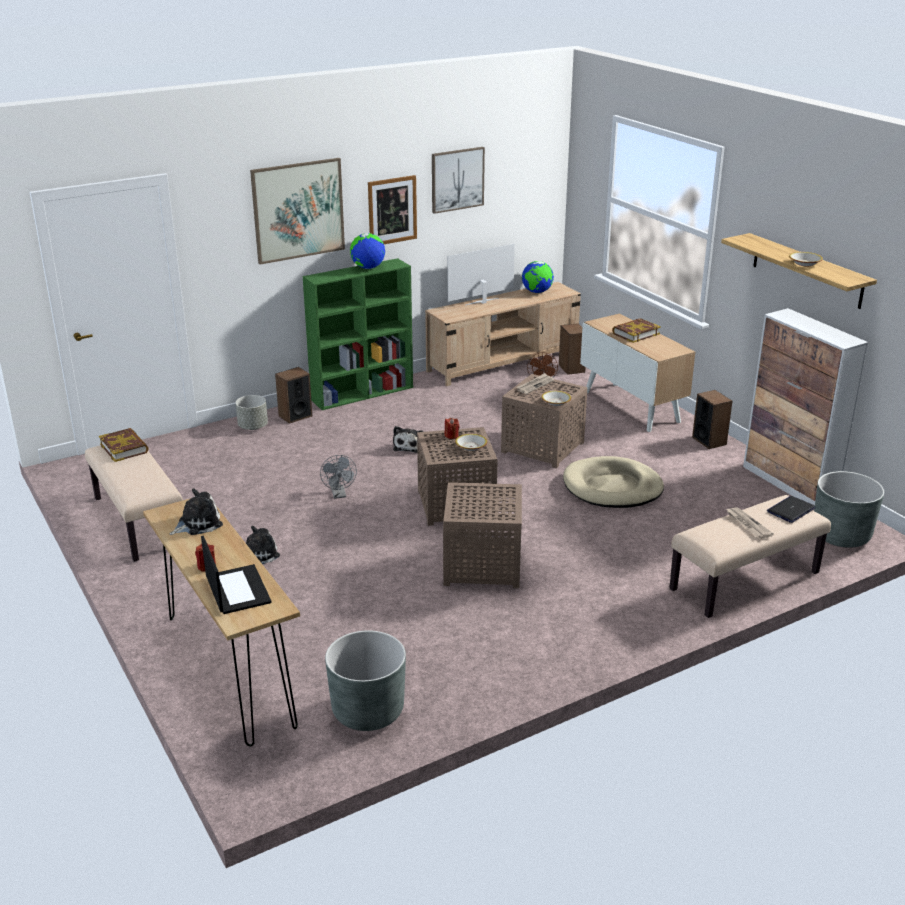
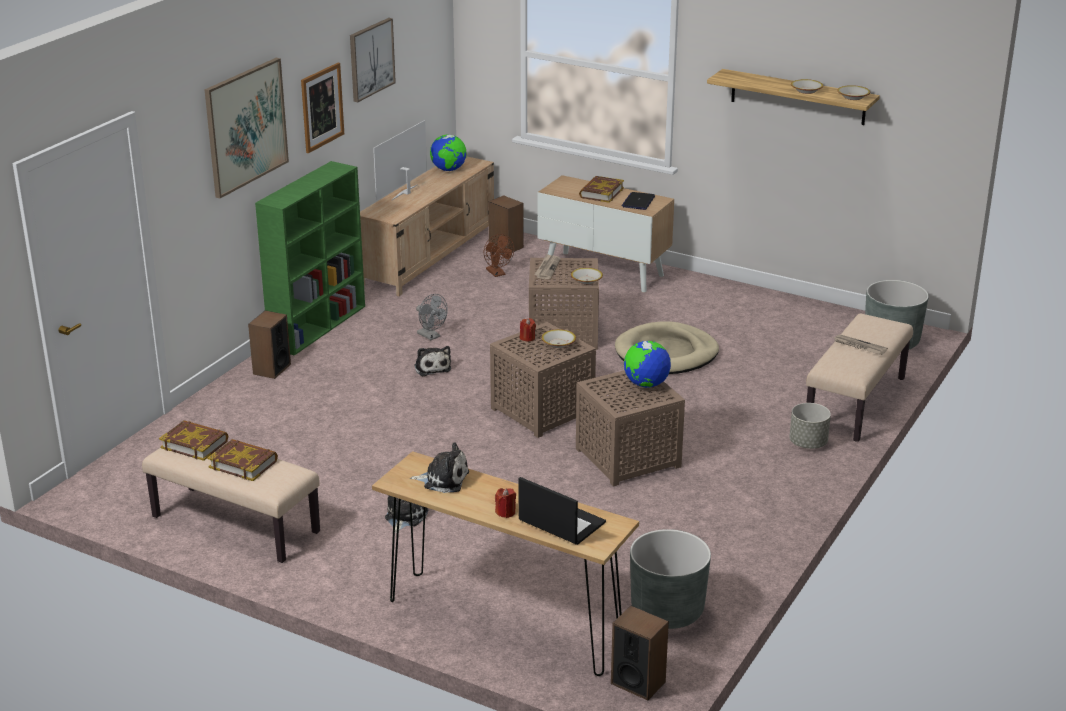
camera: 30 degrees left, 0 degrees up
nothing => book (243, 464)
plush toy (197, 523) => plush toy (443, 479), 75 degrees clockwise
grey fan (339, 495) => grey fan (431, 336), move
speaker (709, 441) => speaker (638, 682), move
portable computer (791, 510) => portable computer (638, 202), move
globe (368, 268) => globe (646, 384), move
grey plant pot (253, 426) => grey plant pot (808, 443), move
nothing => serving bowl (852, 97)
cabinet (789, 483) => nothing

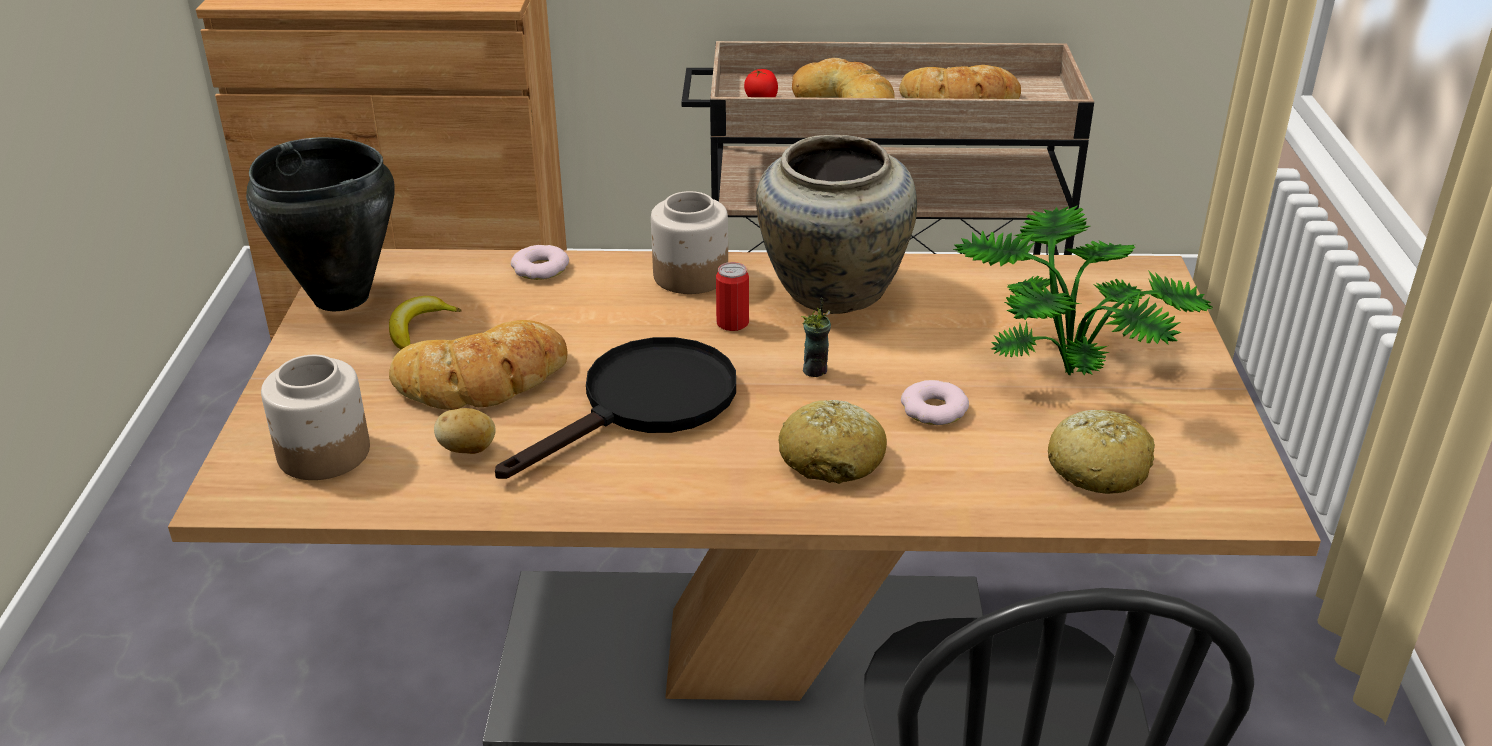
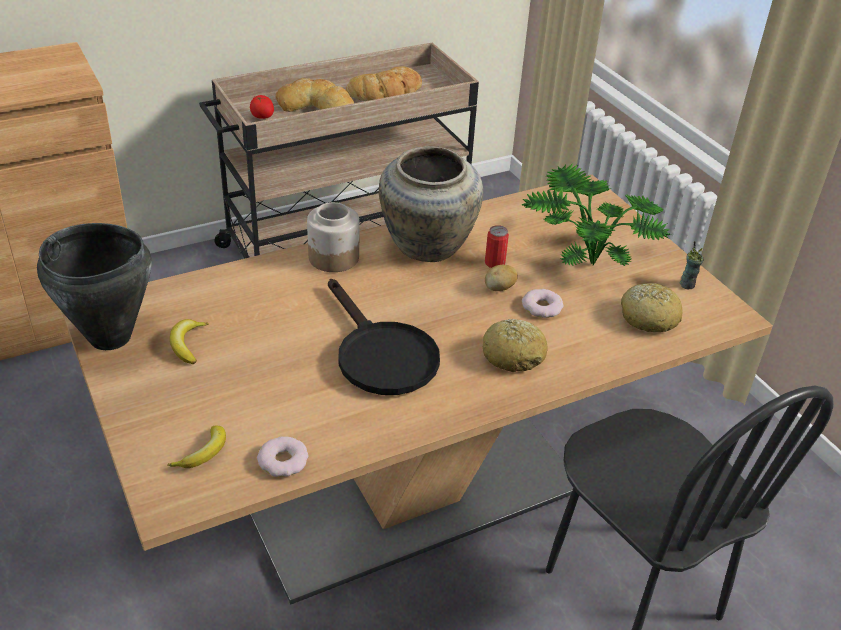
camera: 30 degrees left, 5 degrees up
storage jar (323, 453) => banana fruit (204, 453)
donut (540, 269) => donut (283, 461), move
black pan (644, 405) => black pan (380, 354), 135 degrees clockwise
can (732, 323) => can (494, 263), move
whole potato (468, 450) => whole potato (499, 288), move
small cup (815, 370) => small cup (687, 284), move
bakery bread (483, 380) => nothing

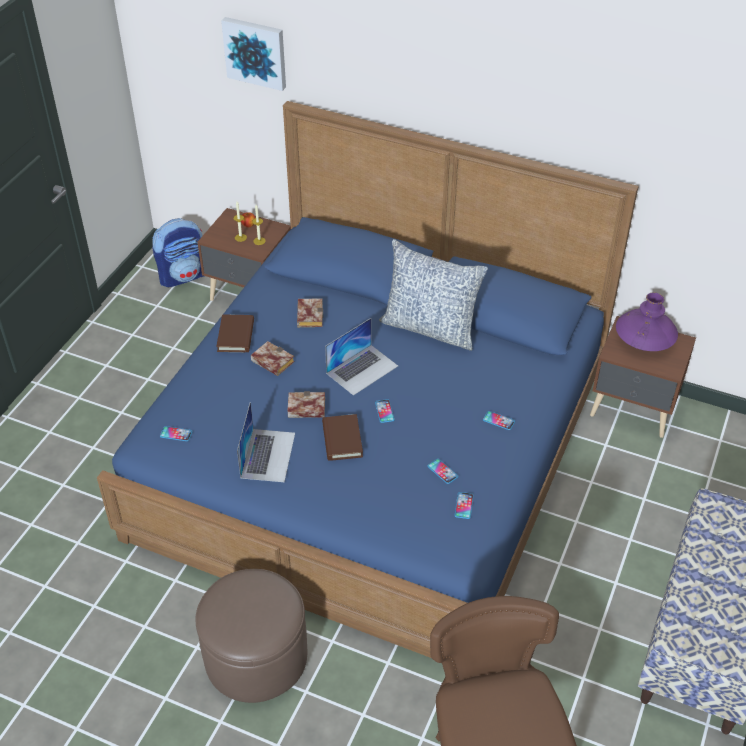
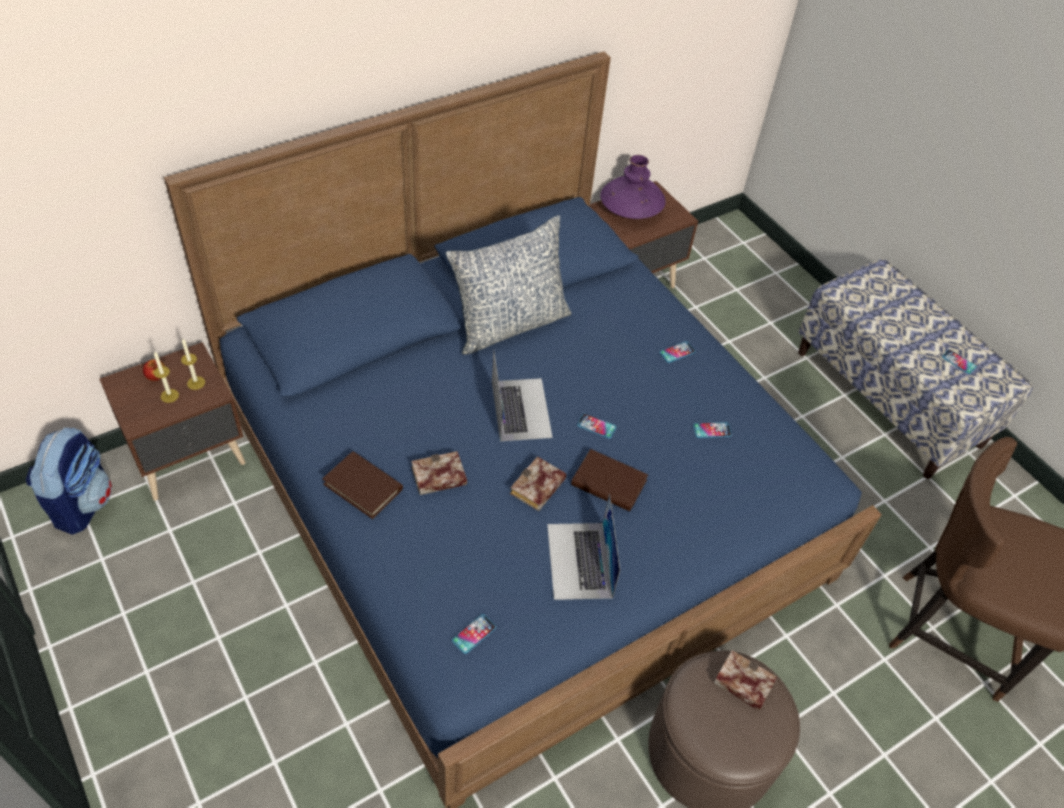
camera: 60 degrees left, 5 degrees up
portable computer (268, 455) => portable computer (579, 560), 135 degrees counterclockwise
book (309, 315) => book (740, 683), move
handset (464, 505) => handset (958, 362), move
picture (255, 52) => nothing

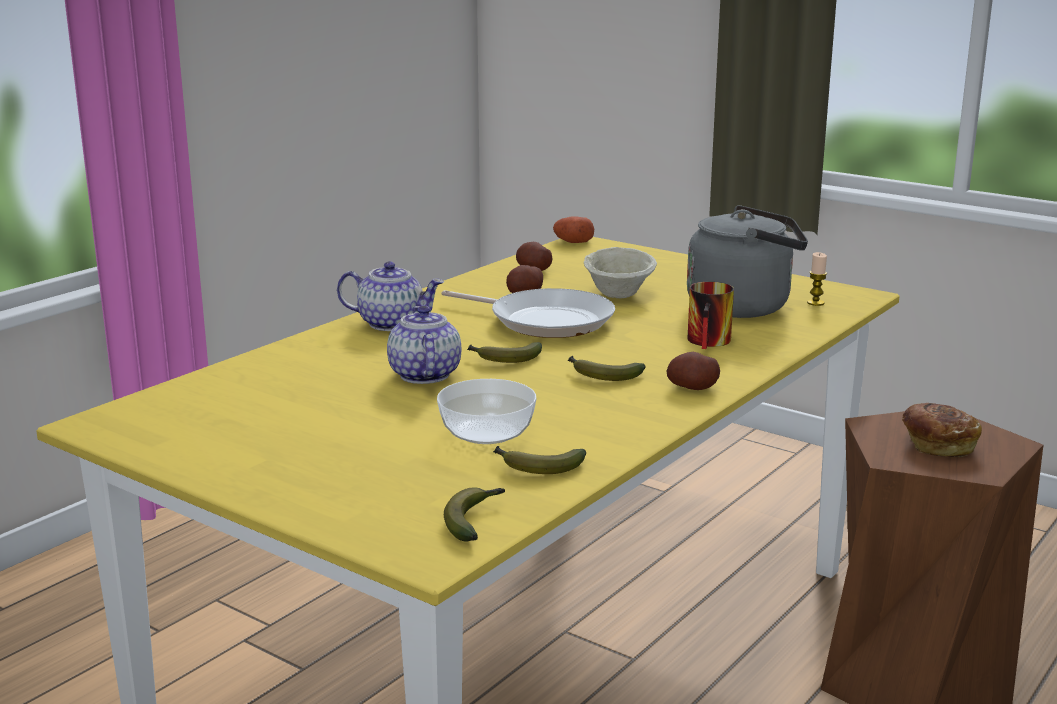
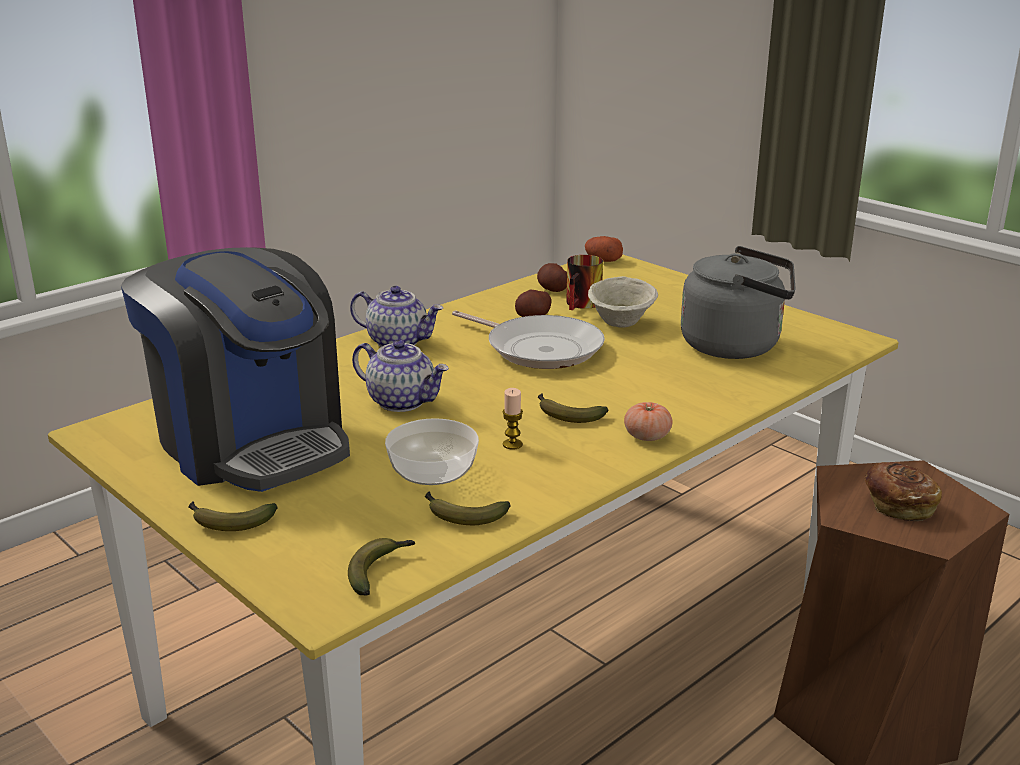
camera: 10 degrees right, 5 degrees up
nothing => coffee maker (251, 442)
banana fruit (504, 359) => banana fruit (228, 522), move
teapot (423, 375) => teapot (402, 401), 120 degrees clockwise
candle (815, 303) => candle (512, 444), move
tea mug (712, 342) => tea mug (584, 304), move
whole potato (692, 388) => whole tomato (647, 436)

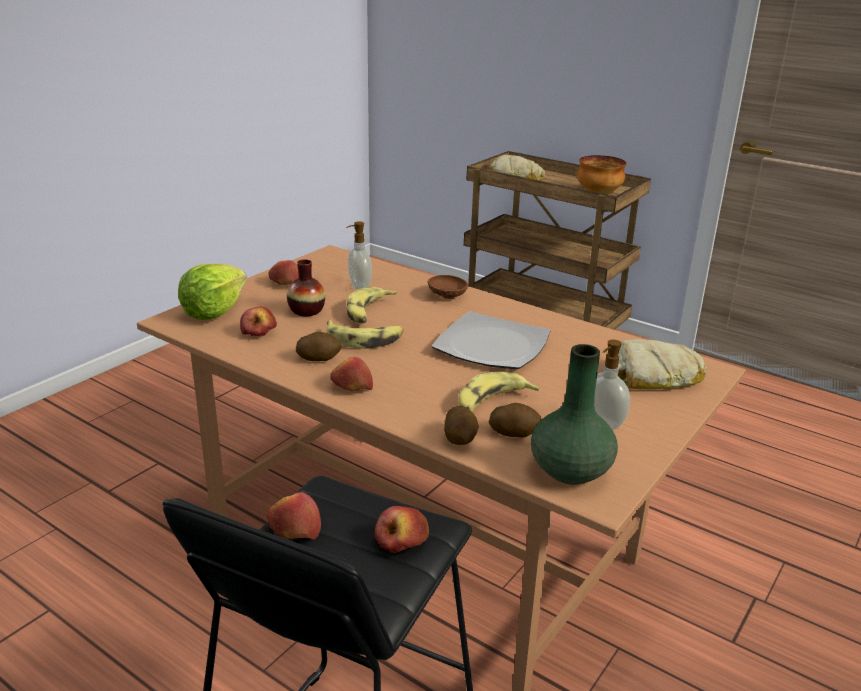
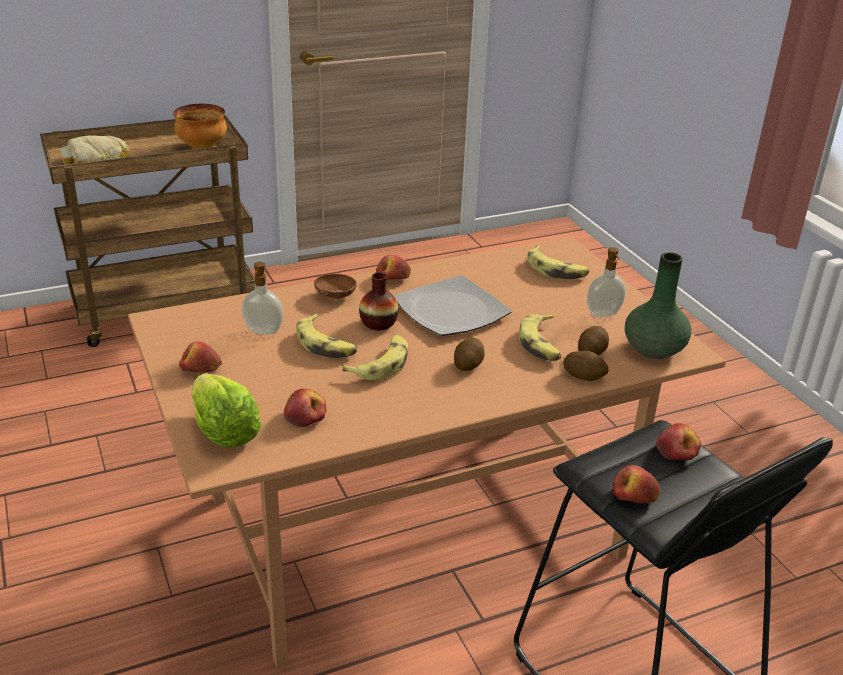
camera: 60 degrees left, 5 degrees up
vase (306, 311) => vase (378, 323), move
apple (351, 386) => apple (393, 278), move
whole potato (319, 358) => whole potato (468, 364), move
bakery bread (653, 376) => banana fruit (556, 270)

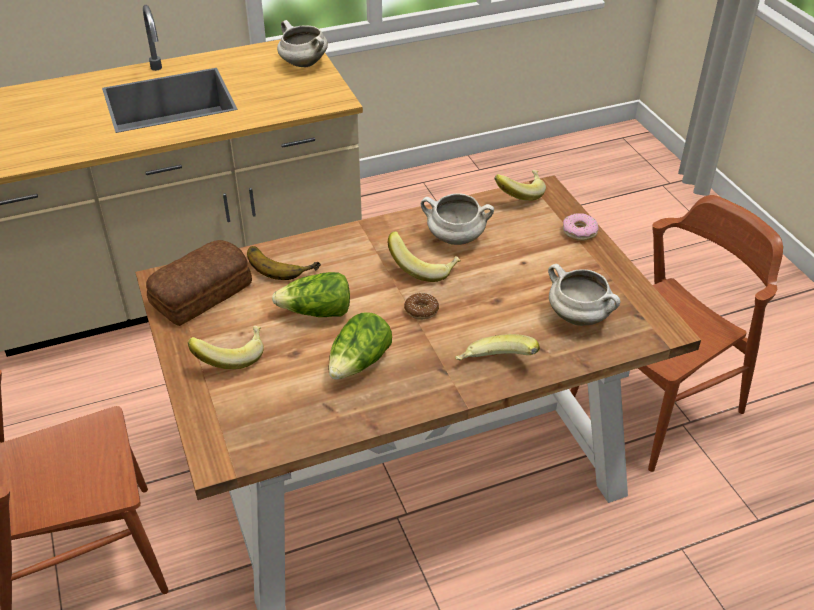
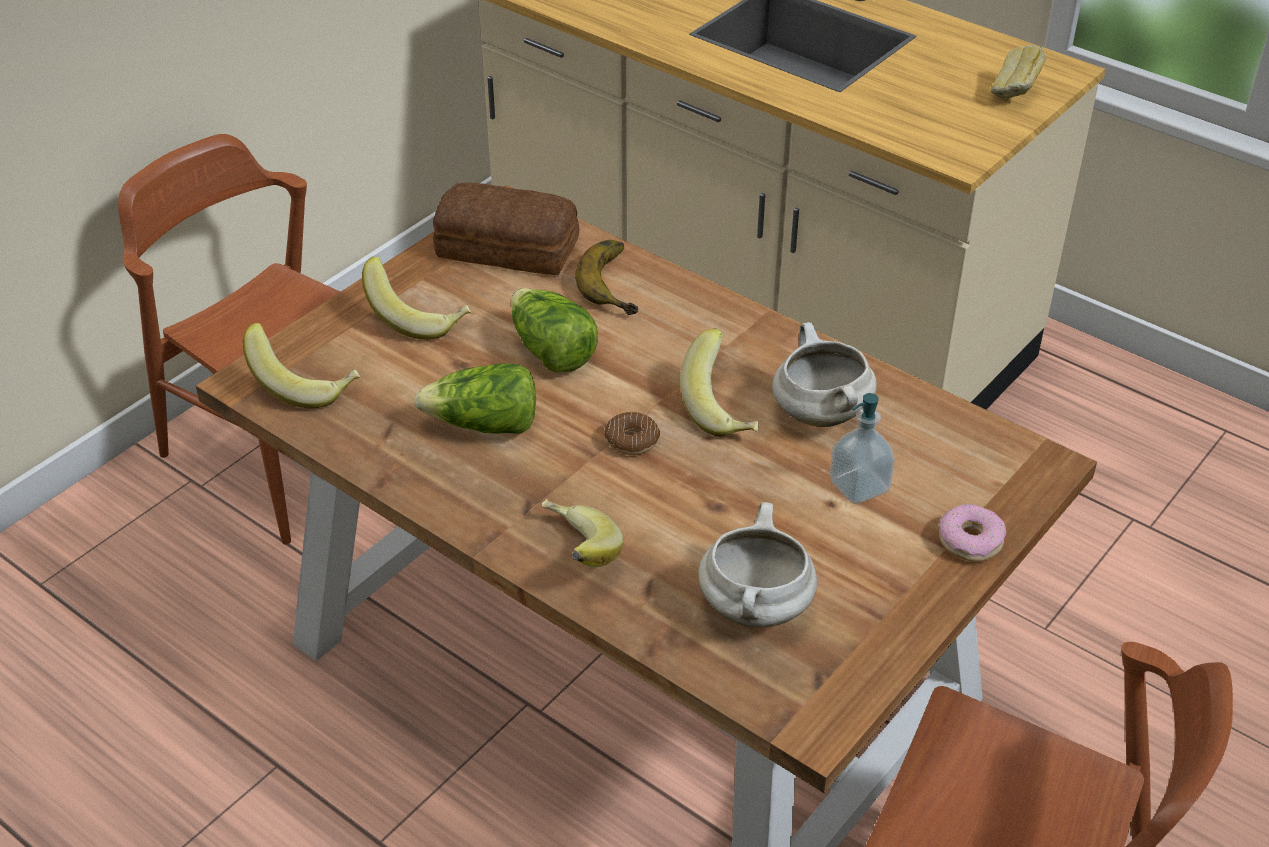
camera: 60 degrees right, 0 degrees up
banana fruit (519, 194) => banana fruit (305, 385), move
nothing => liquid soap bottle (859, 486)
white-coloured stockpot (302, 64) => bakery bread (1014, 93)

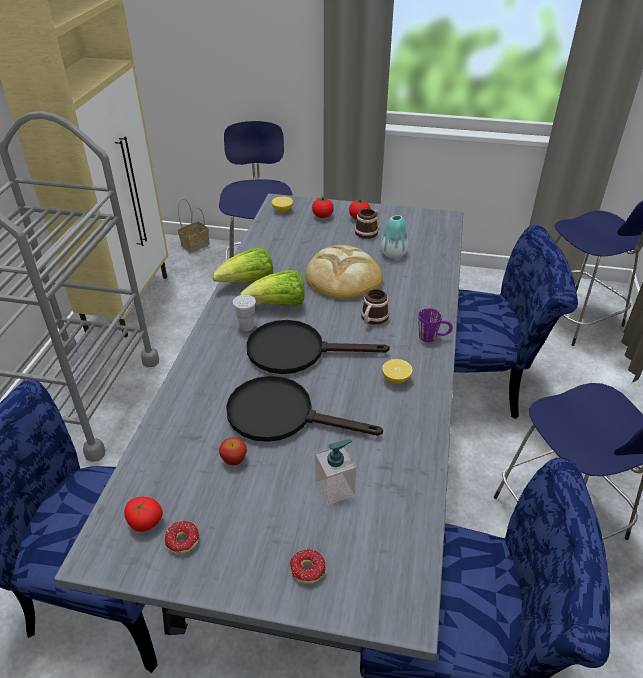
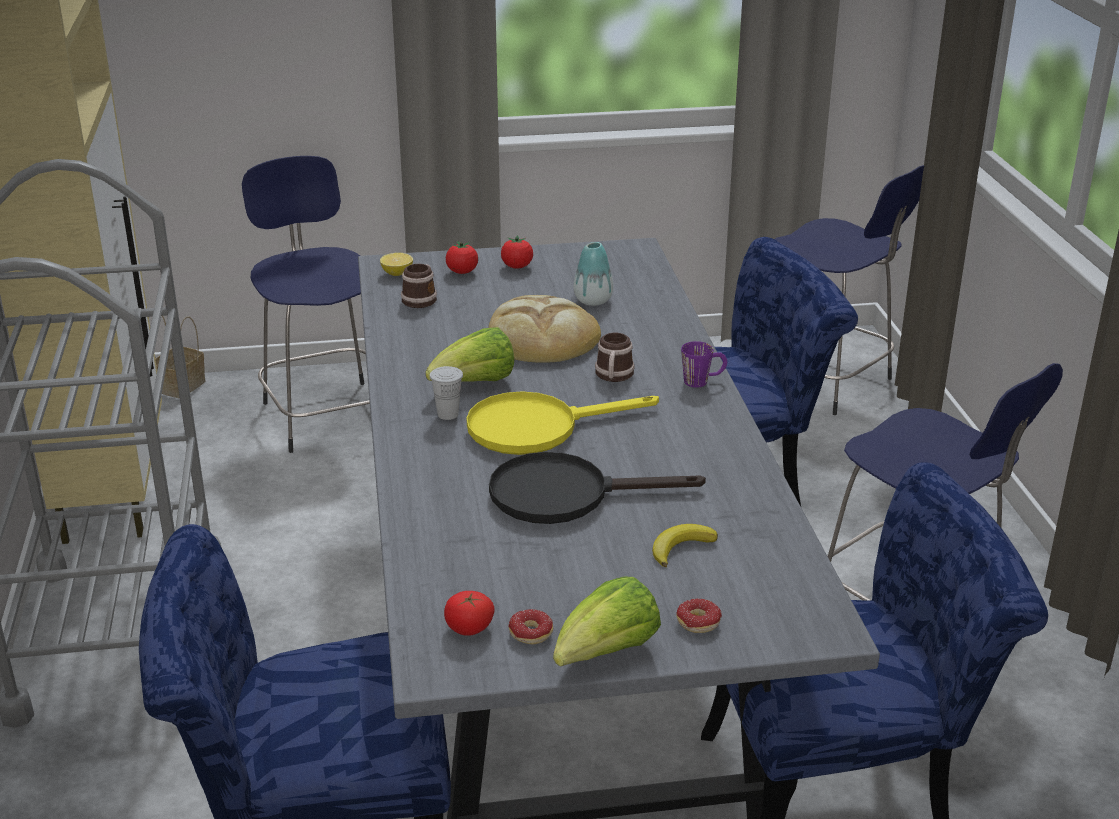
camera: 20 degrees left, 10 degrees down
tea mug (368, 231) => tea mug (421, 298), move
black pan (297, 351) => yellowish pan (537, 427)
head of lettuce (248, 283) => head of lettuce (606, 654), move
liquid soap bottle (335, 489) => banana fruit (680, 547)
apple (234, 460) => nothing
lemon (396, 379) => nothing

